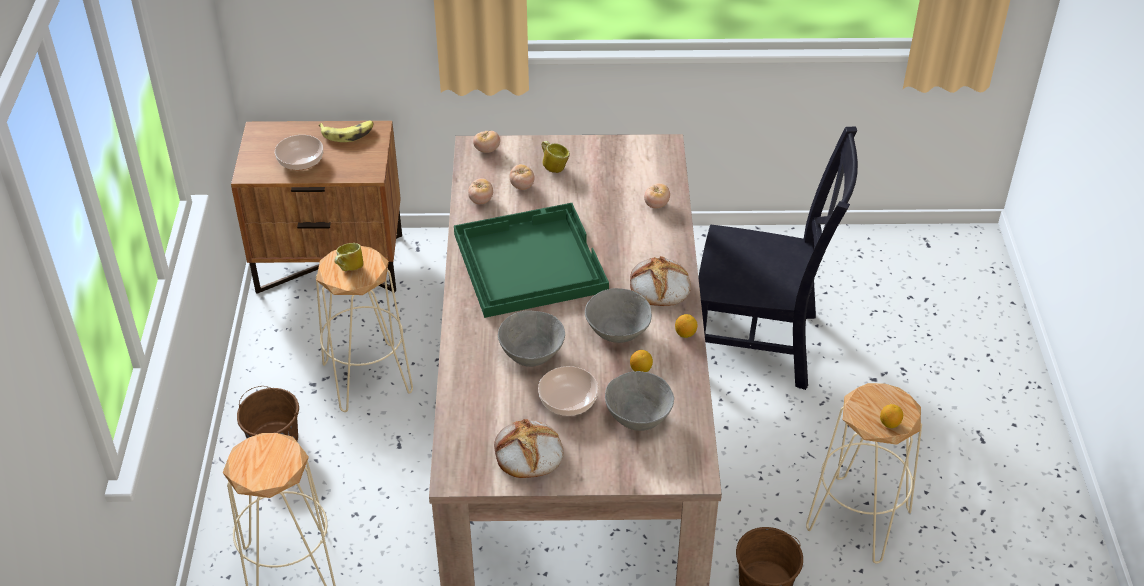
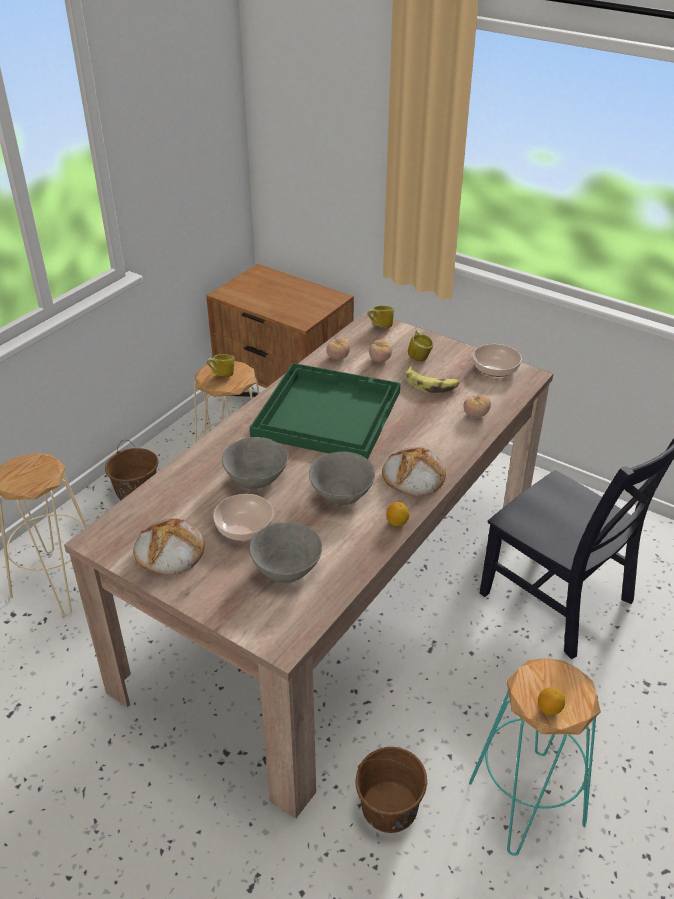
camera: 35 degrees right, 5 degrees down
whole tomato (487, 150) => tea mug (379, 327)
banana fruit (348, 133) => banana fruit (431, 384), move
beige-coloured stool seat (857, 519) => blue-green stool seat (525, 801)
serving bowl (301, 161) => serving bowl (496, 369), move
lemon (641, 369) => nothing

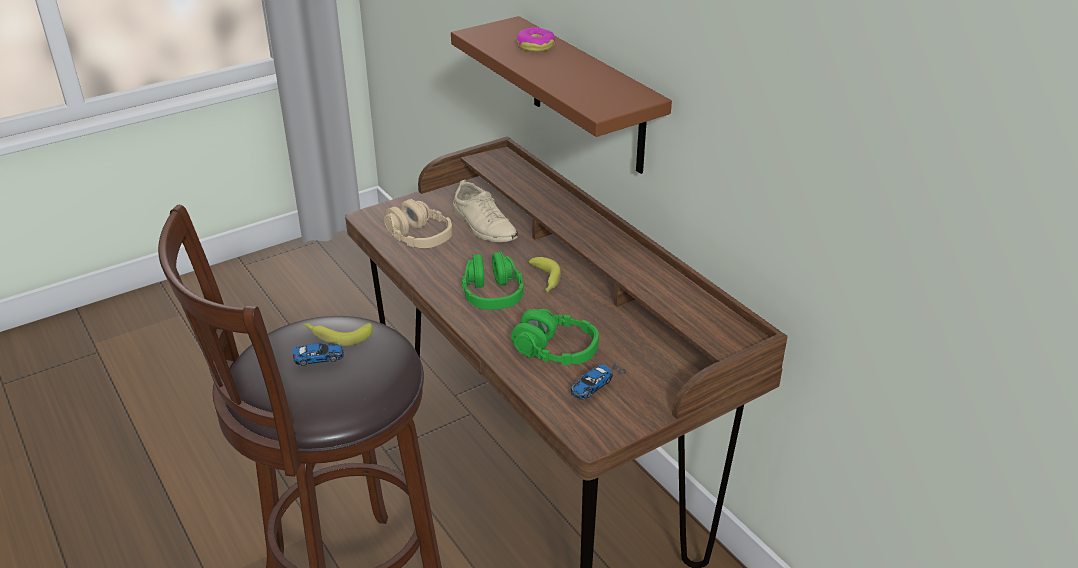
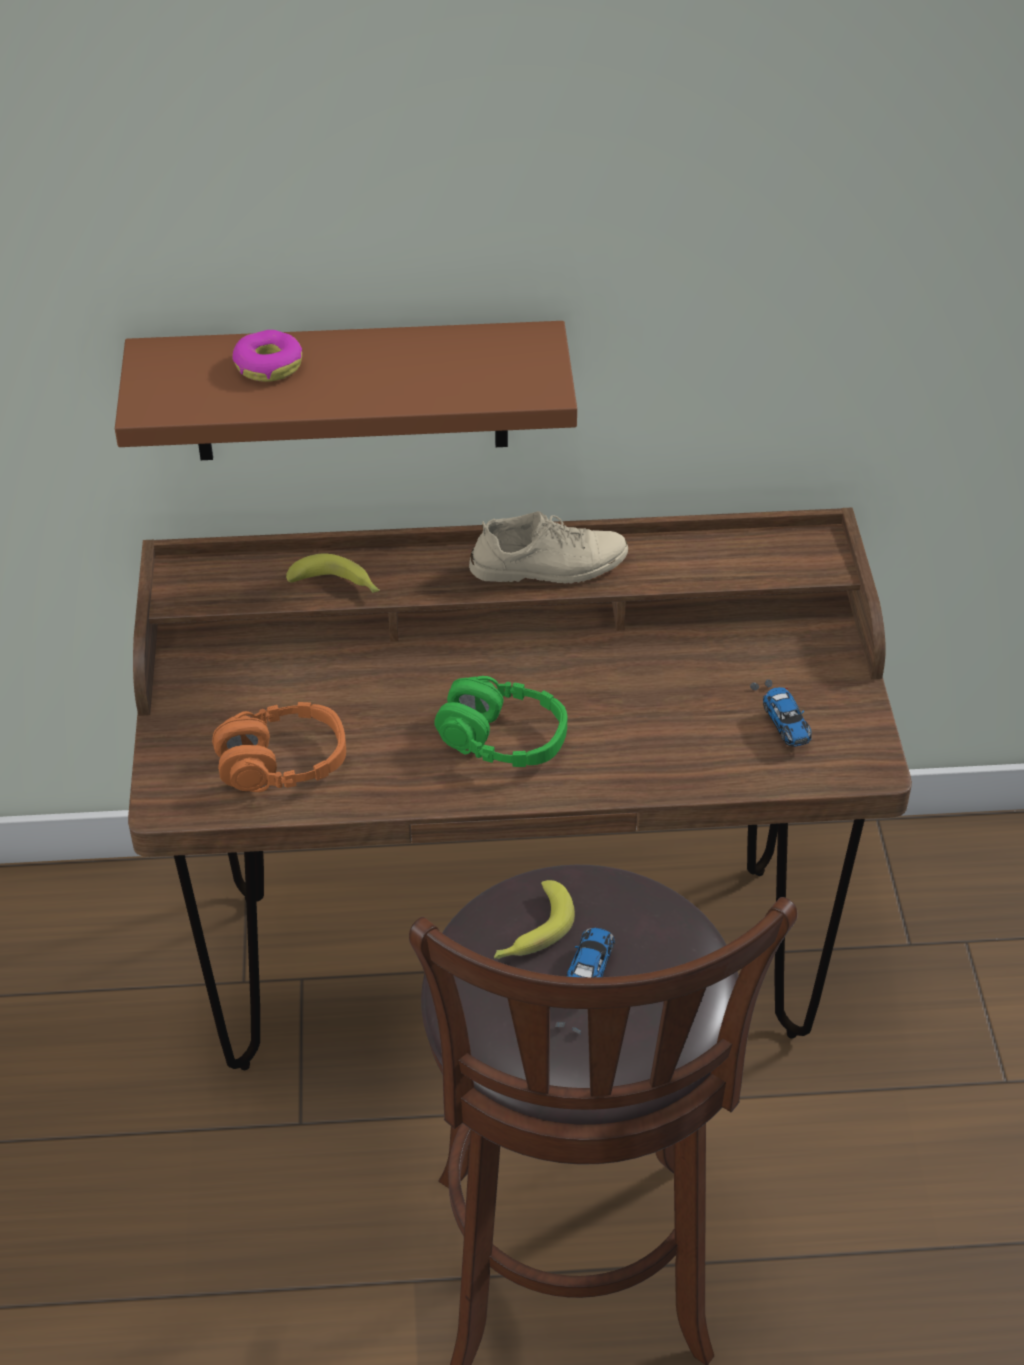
camera: 60 degrees left, 10 degrees up
beige-coloured pair of headphones (419, 237) => orange pair of headphones (282, 763)
banana fruit (544, 280) => banana fruit (337, 585), move
beige-coloured shoe (484, 225) => beige-coloured shoe (549, 565), move
green-coloured pair of headphones (555, 350) => nothing

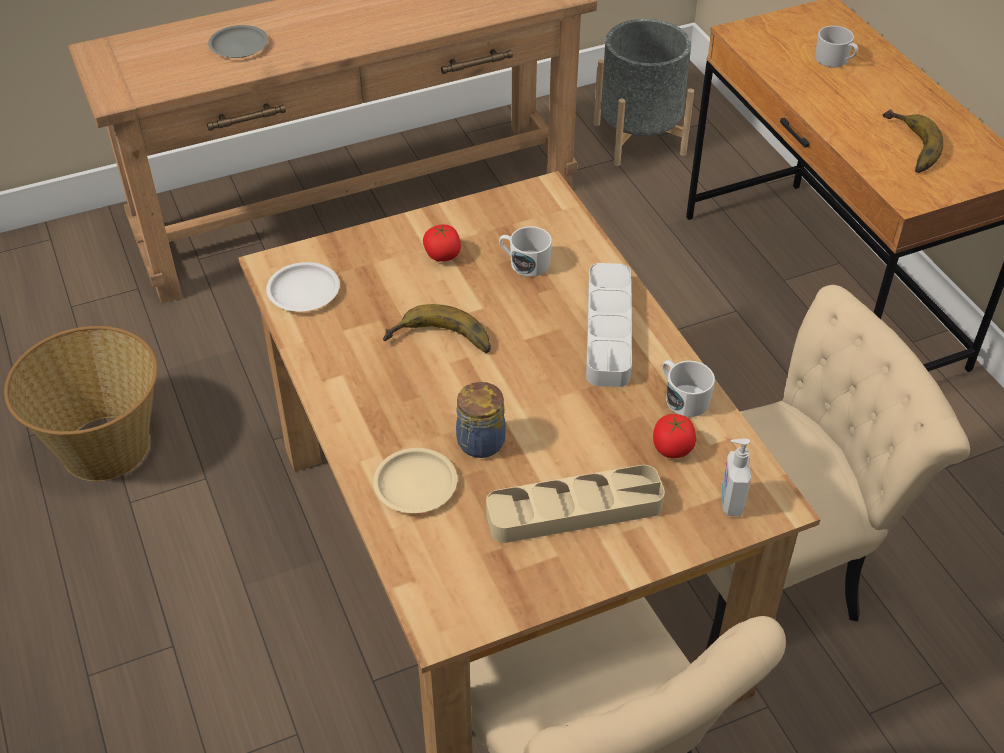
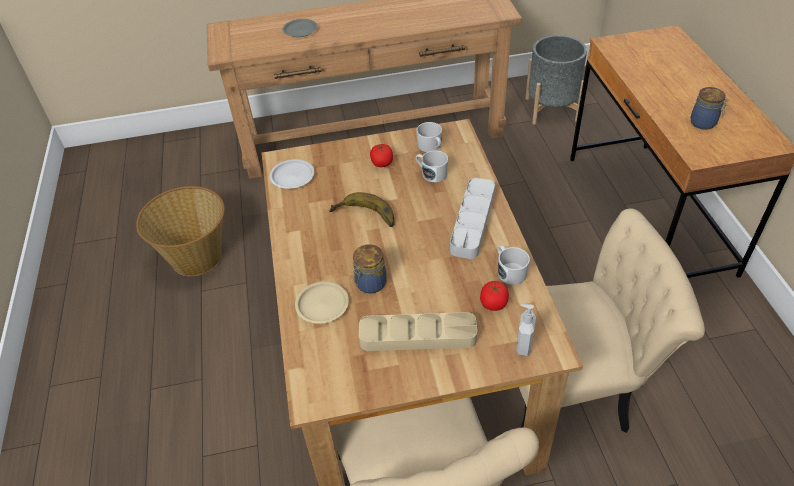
camera: 15 degrees right, 0 degrees up
white-coloured tea mug (835, 60) => white-coloured tea mug (431, 147), move
banana fruit (906, 147) => storage jar (704, 123)

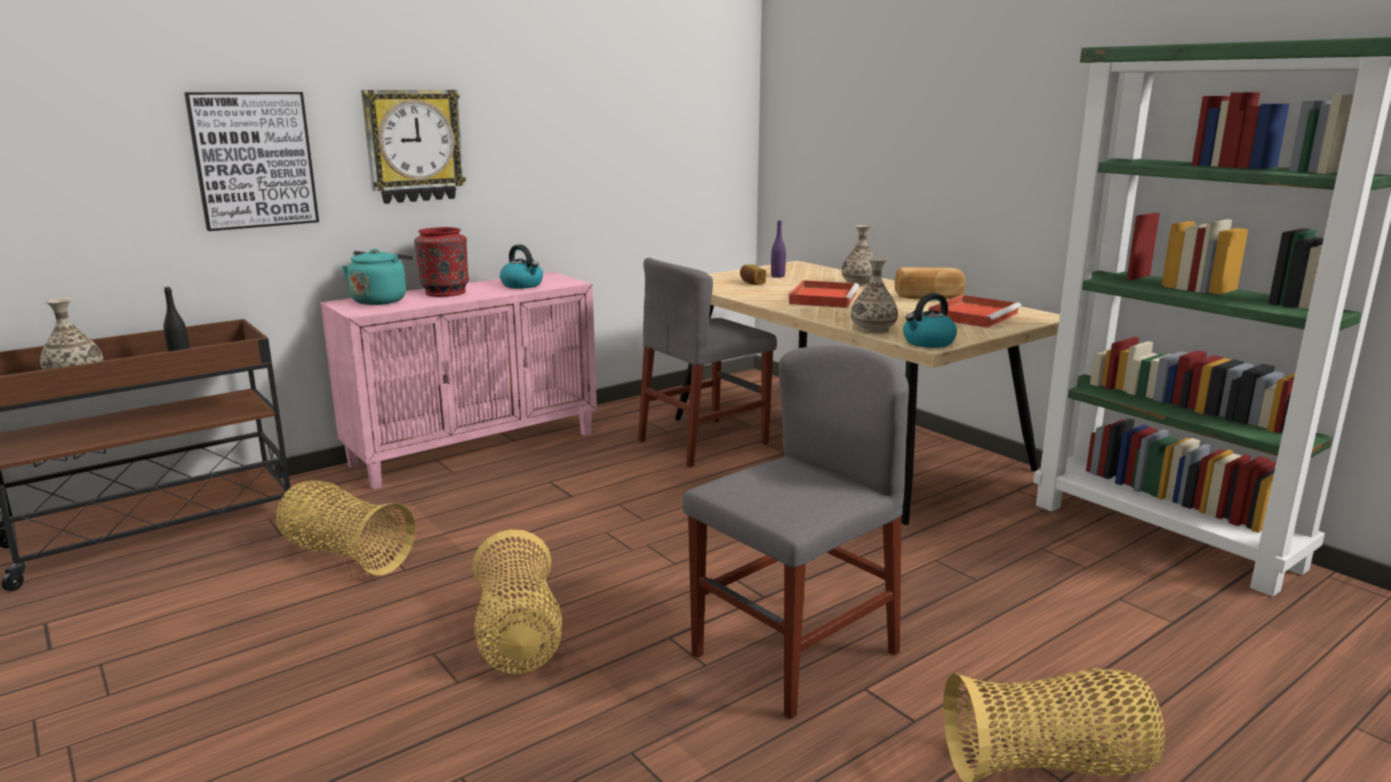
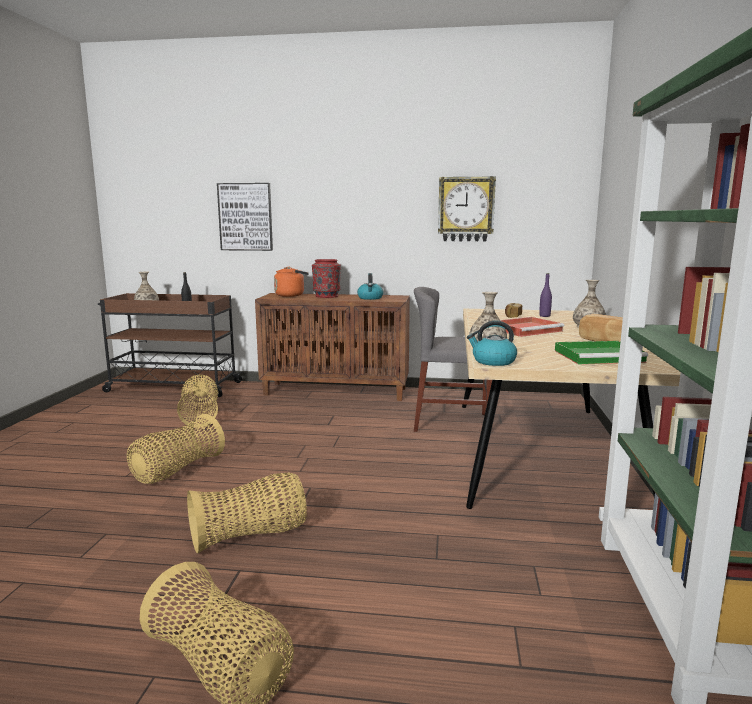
camera: 45 degrees right, 5 degrees down
grey plain chair (794, 653) => household basket (251, 536)
pink cabinet (475, 448) => brownish cabinet (336, 391)
blue-green water kettle (381, 300) => orange water kettle (291, 295)
clock on the wall (413, 146) => clock on the wall (466, 209), move
reddish carrying tray (973, 315) => green-coloured carrying tray (600, 356)

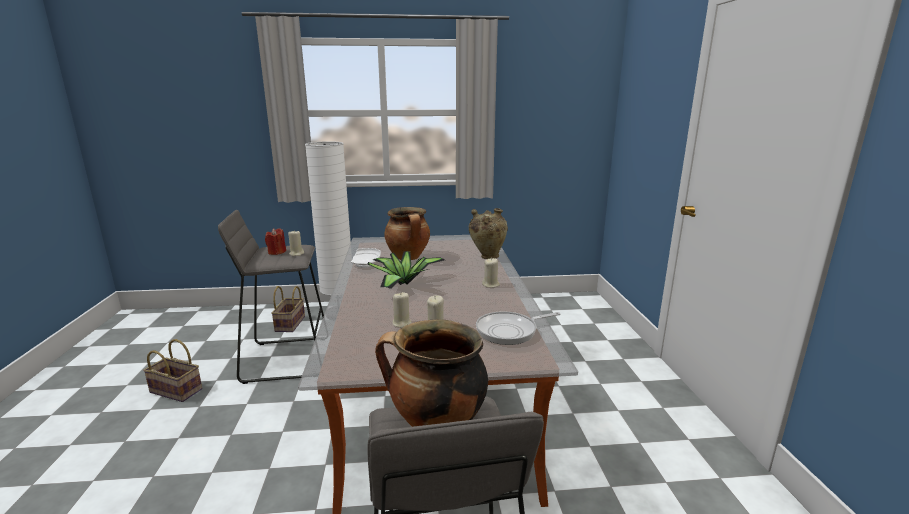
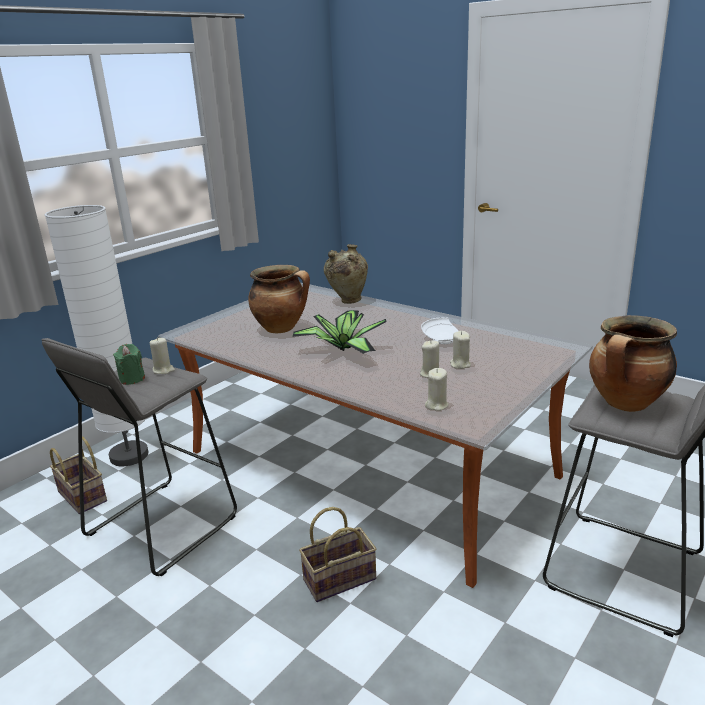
camera: 45 degrees left, 5 degrees up
reddish candle (277, 252) => green-coloured candle (132, 379)
household basket (178, 390) => household basket (340, 578), move
white-coloured dinner plate (366, 264) => white-coloured dinner plate (442, 338), move
beige-coloured candle (491, 285) => beige-coloured candle (436, 405), move
pan (510, 331) => nothing

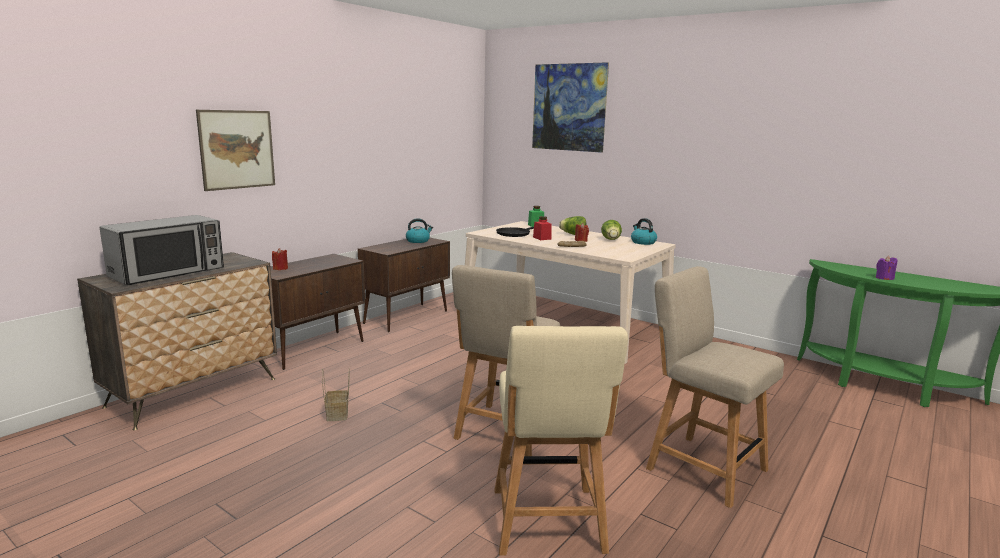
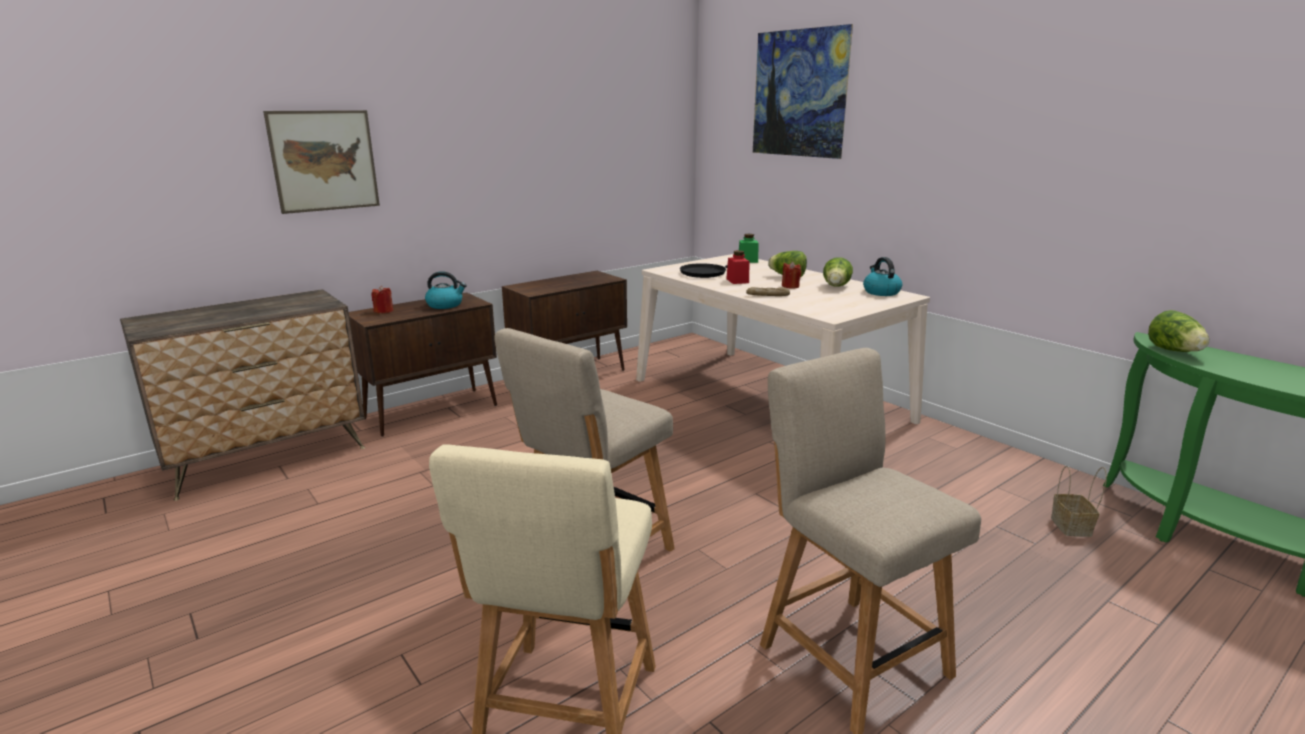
camera: 15 degrees right, 5 degrees up
water kettle (418, 241) => water kettle (445, 305), move
household basket (337, 415) => household basket (1072, 527), move
nothing => head of lettuce (1174, 351)
kitchen microwave (168, 273) => nothing
purplish candle (884, 278) => nothing

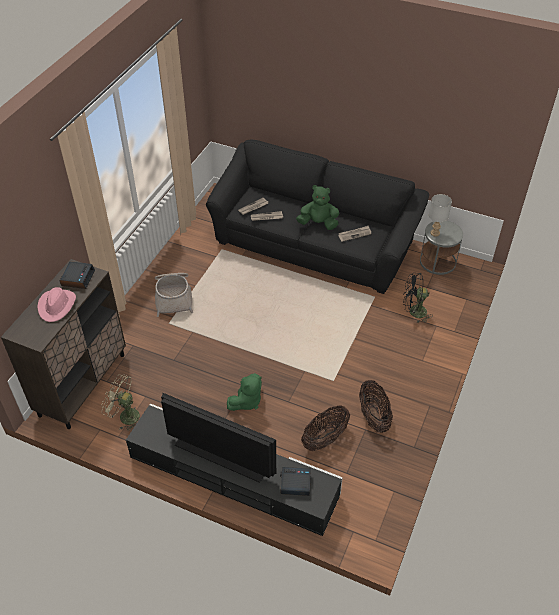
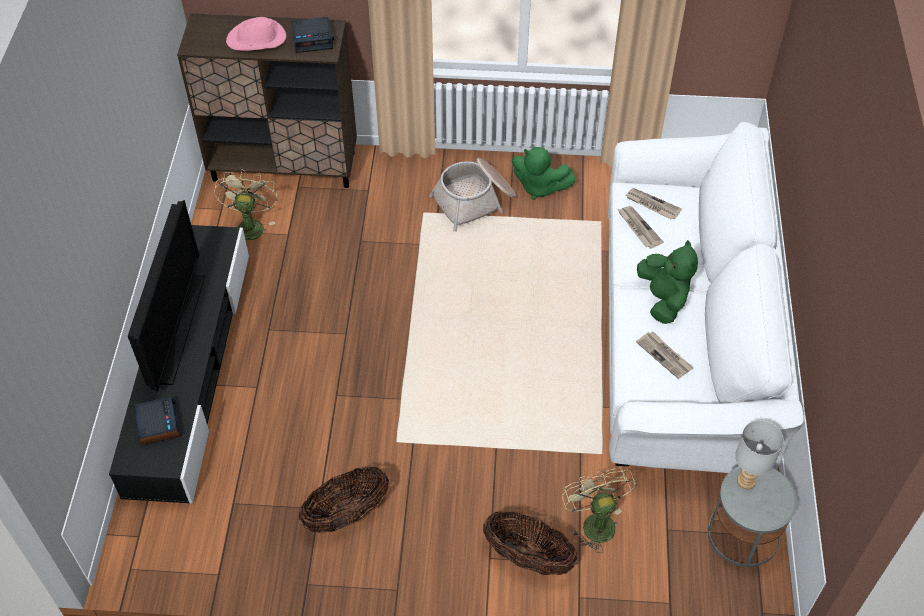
camera: 70 degrees right, 5 degrees up
household basket (325, 438) => household basket (528, 557), move
green-coloured plush toy (247, 401) => green-coloured plush toy (539, 187), move
black fan (413, 312) => beige-coloured fan (594, 521)
black sofa (313, 243) => white-coloured sofa (682, 334)

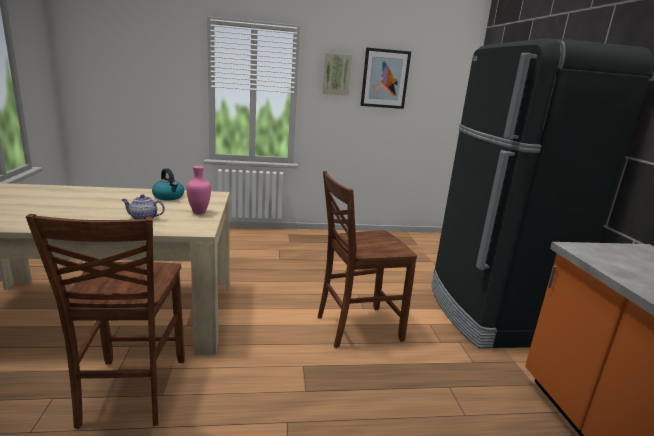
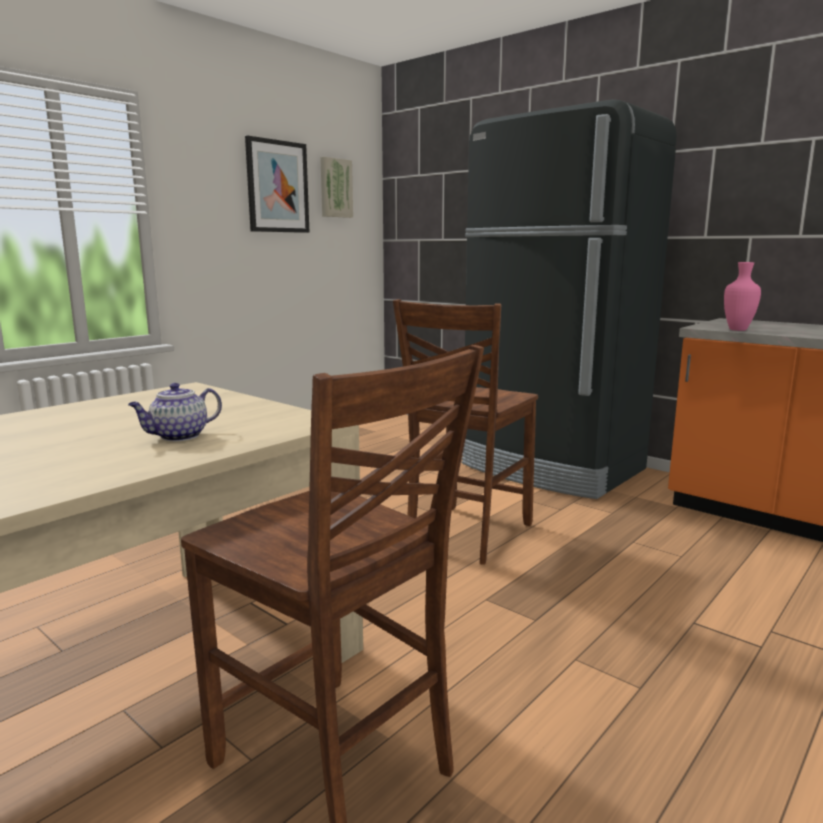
camera: 40 degrees left, 5 degrees down
picture (336, 74) => picture (335, 188), move
pink vase (200, 213) => pink vase (738, 330), move
water kettle (169, 197) => nothing

